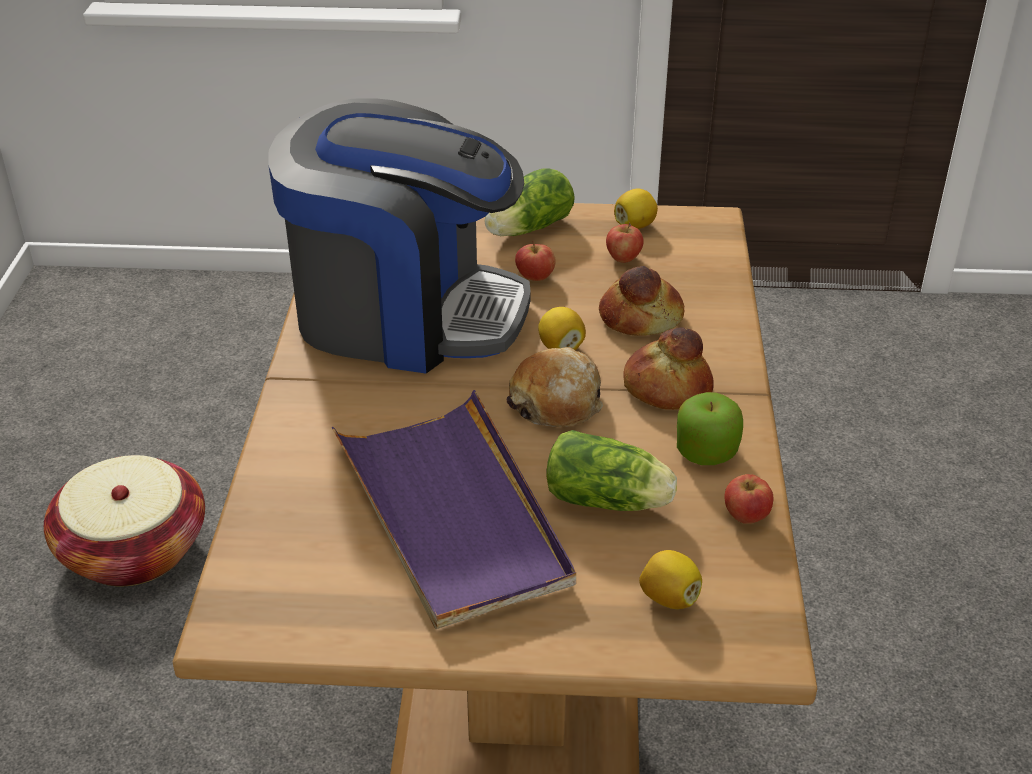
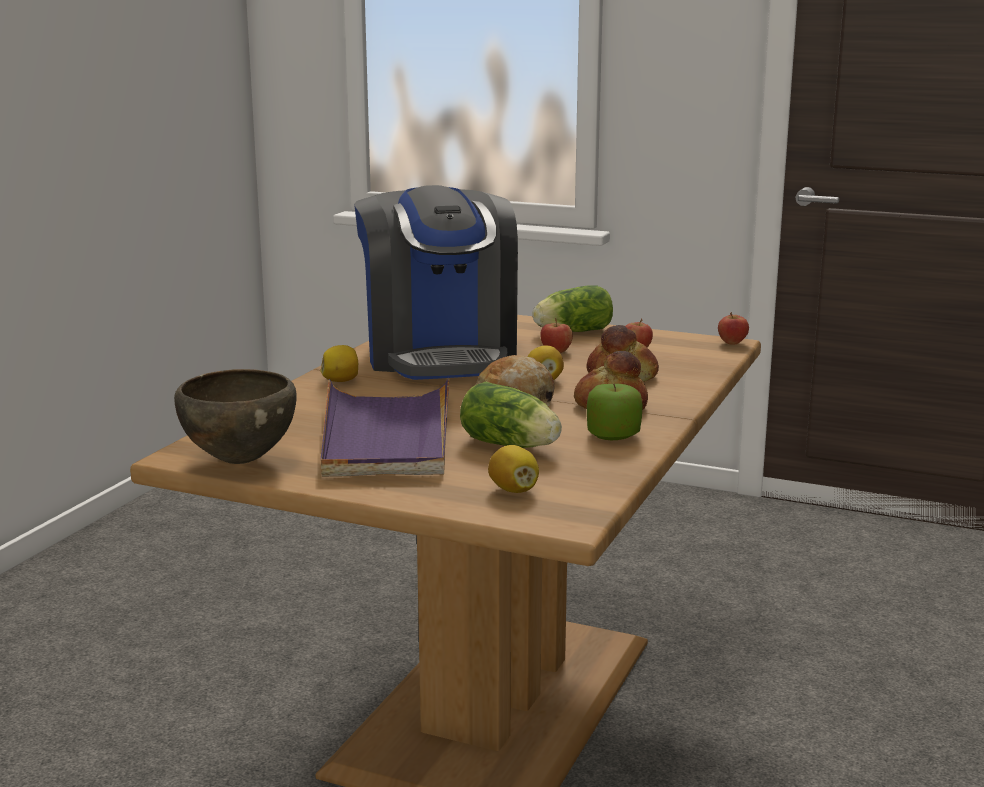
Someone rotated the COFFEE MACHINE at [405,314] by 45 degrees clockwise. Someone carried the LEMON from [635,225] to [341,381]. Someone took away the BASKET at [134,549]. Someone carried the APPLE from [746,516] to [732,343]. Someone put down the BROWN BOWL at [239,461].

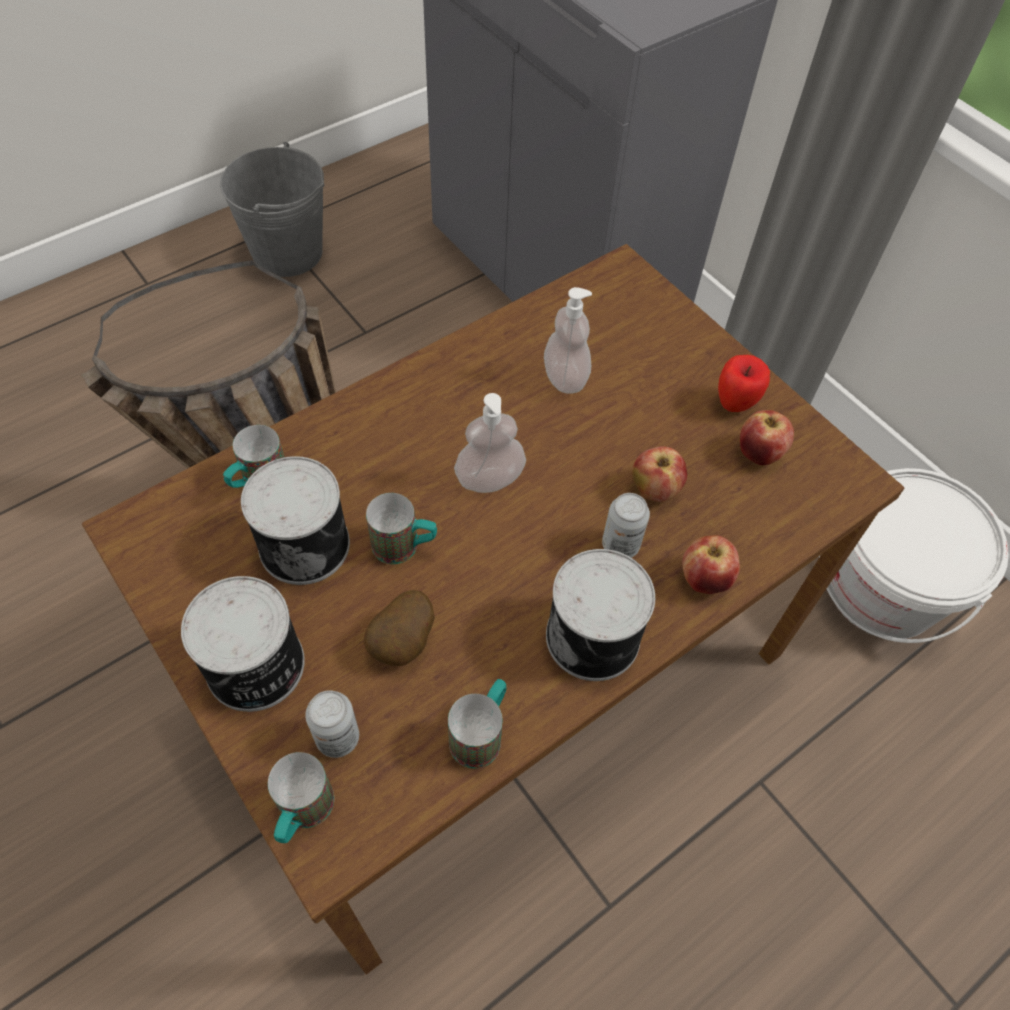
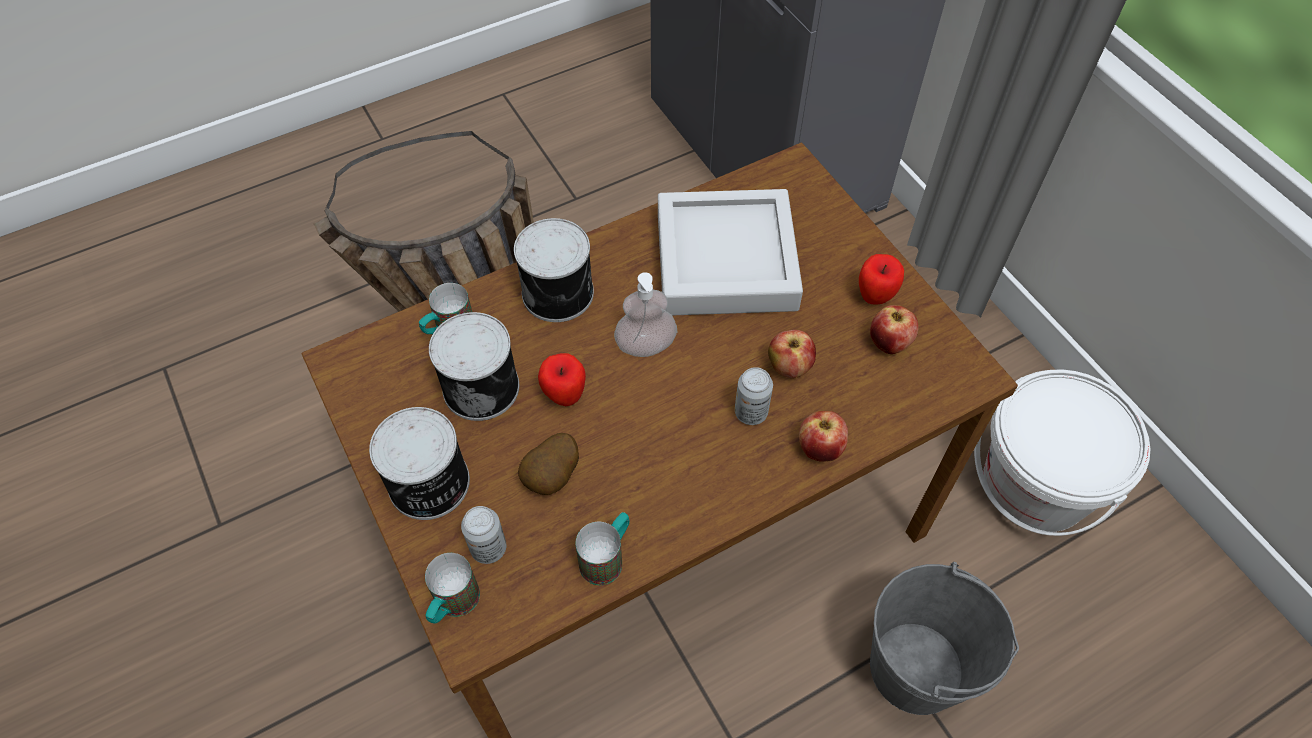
Someone carried the GREY BUCKET from [287,252] to [916,668]. Someone swapped the SOAP DISPENSER at [565,377] for the GREY TRAY at [726,261]. Someone swapped the MUG at [405,547] for the APPLE at [565,397]. Someone carried the CAN from [595,636] to [560,293].

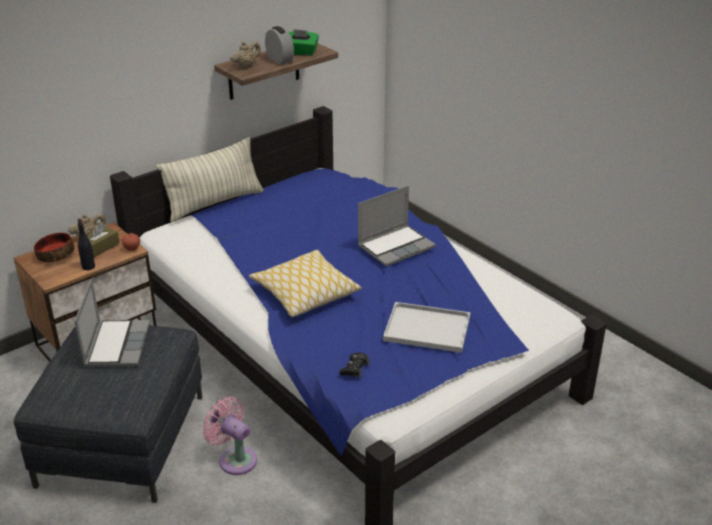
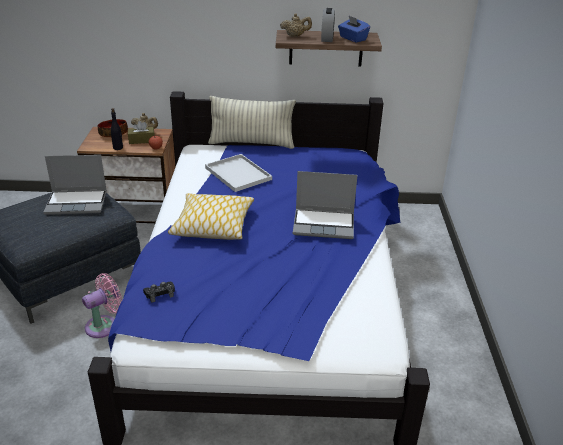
Someone repainted the GREEN TISSUE BOX at [301,52], which became the BLUE TISSUE BOX at [352,39]. Someone rotated the LAPTOP at [116,344] by 45 degrees clockwise. Someone carried the WHITE TRAY from [429,328] to [239,174]. Someone rotated the PINK FAN at [235,458] by 60 degrees clockwise.

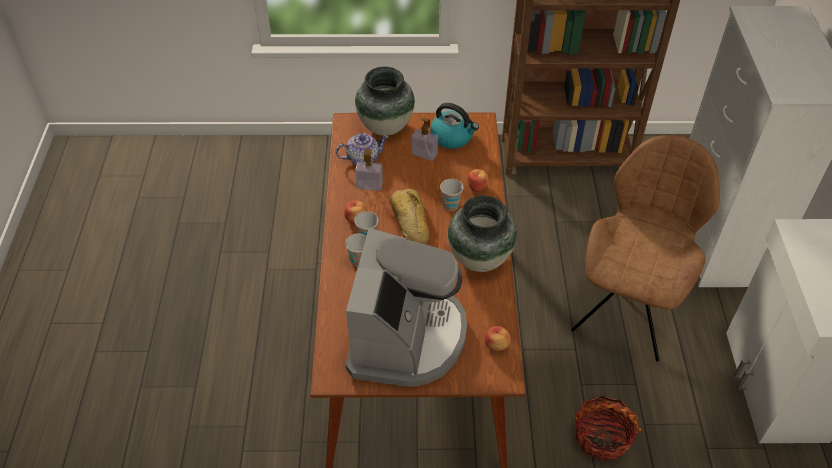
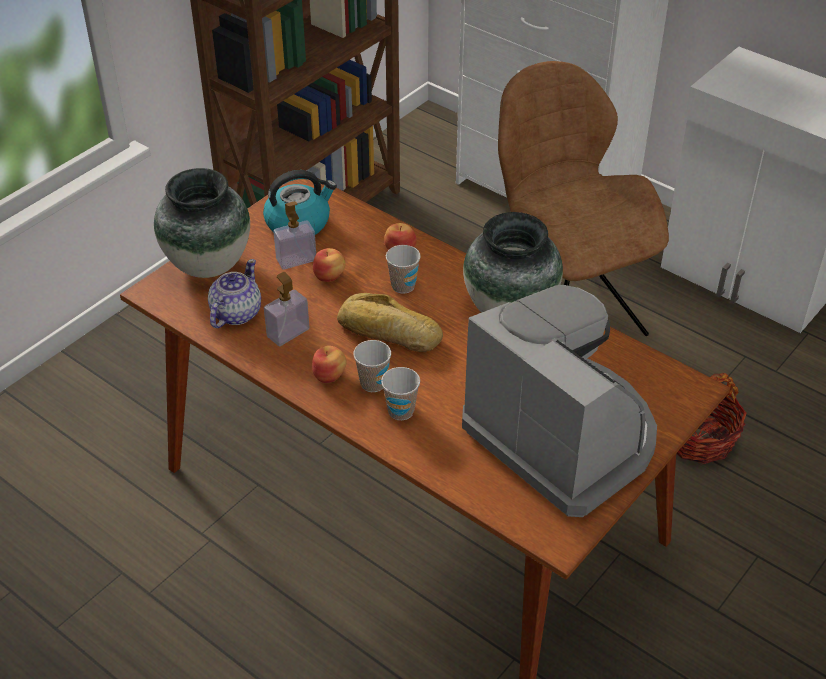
Someone carried the APPLE from [496,346] to [330,276].

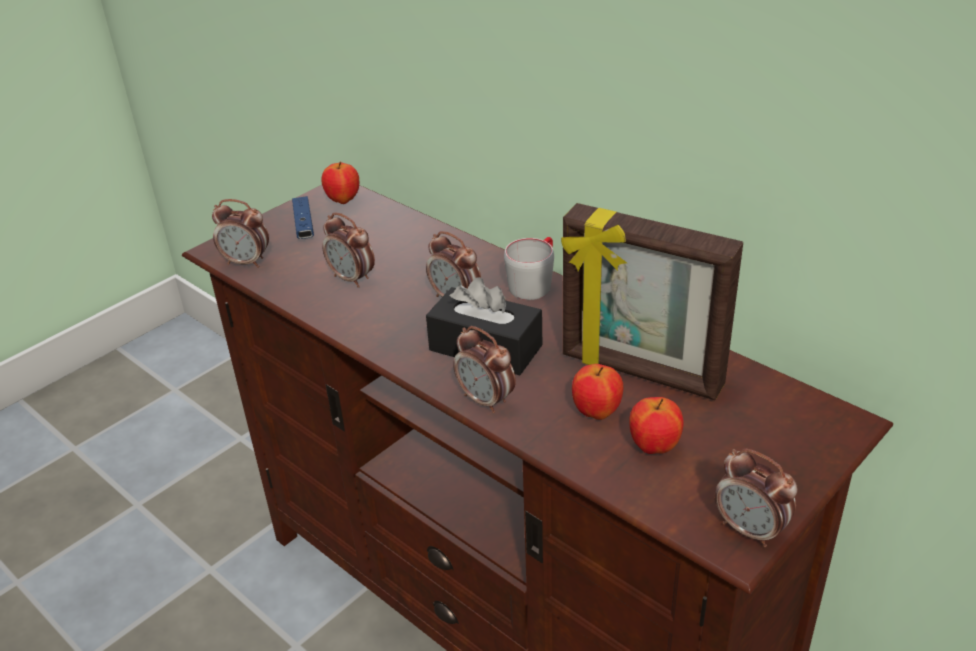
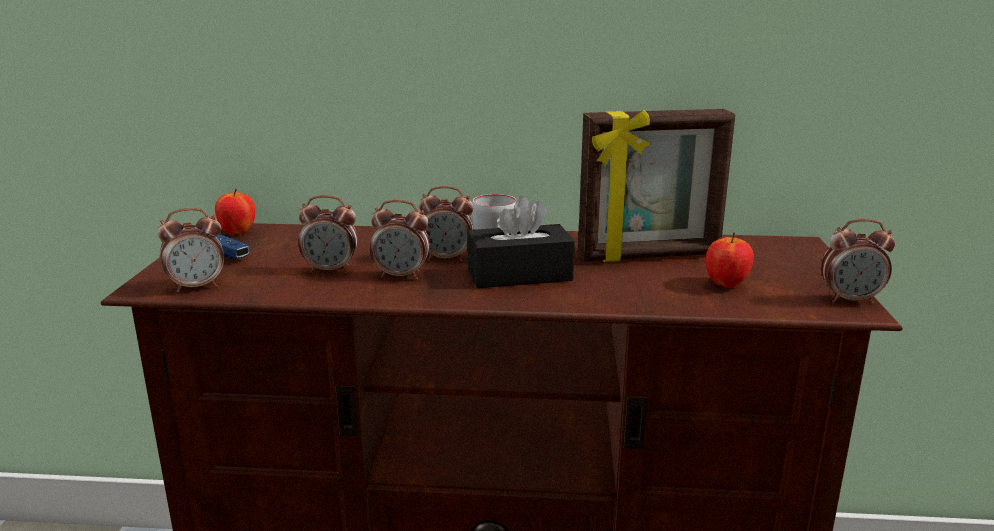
Someone carried the ALARM CLOCK from [486,400] to [401,276]. Someone took away the APPLE at [596,412].

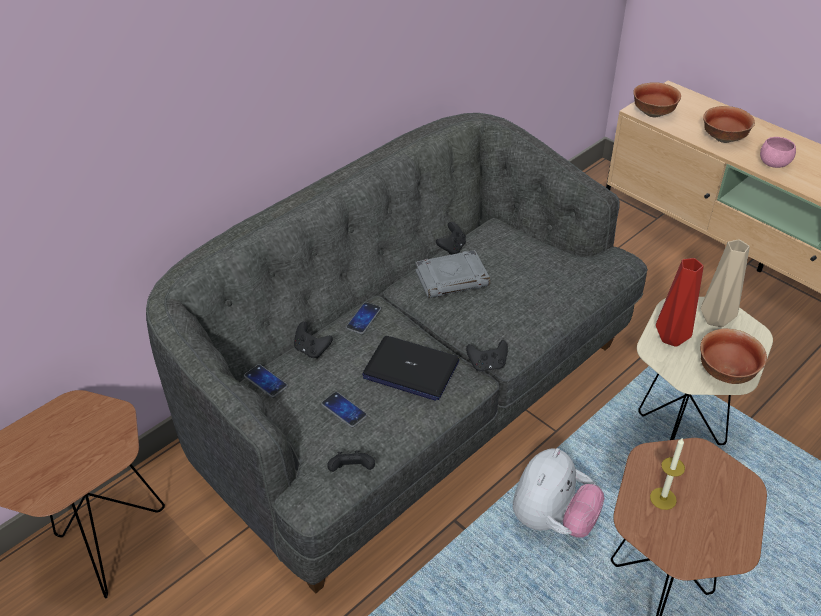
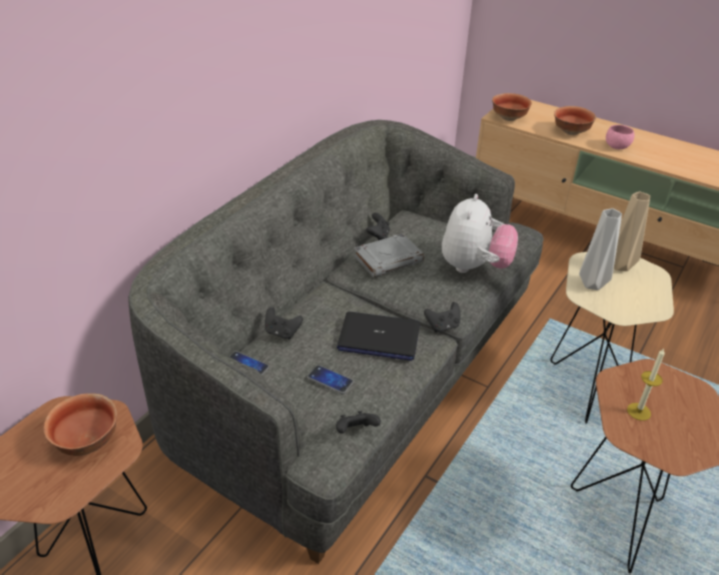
Someone repainted the RED VASE at [671,337], which became the GREY VASE at [591,283]. Someone took away the PHONE at [363,319]. Someone carried the BOWL from [727,372] to [88,441]. Someone carried the PLUSH TOY from [552,519] to [474,267].

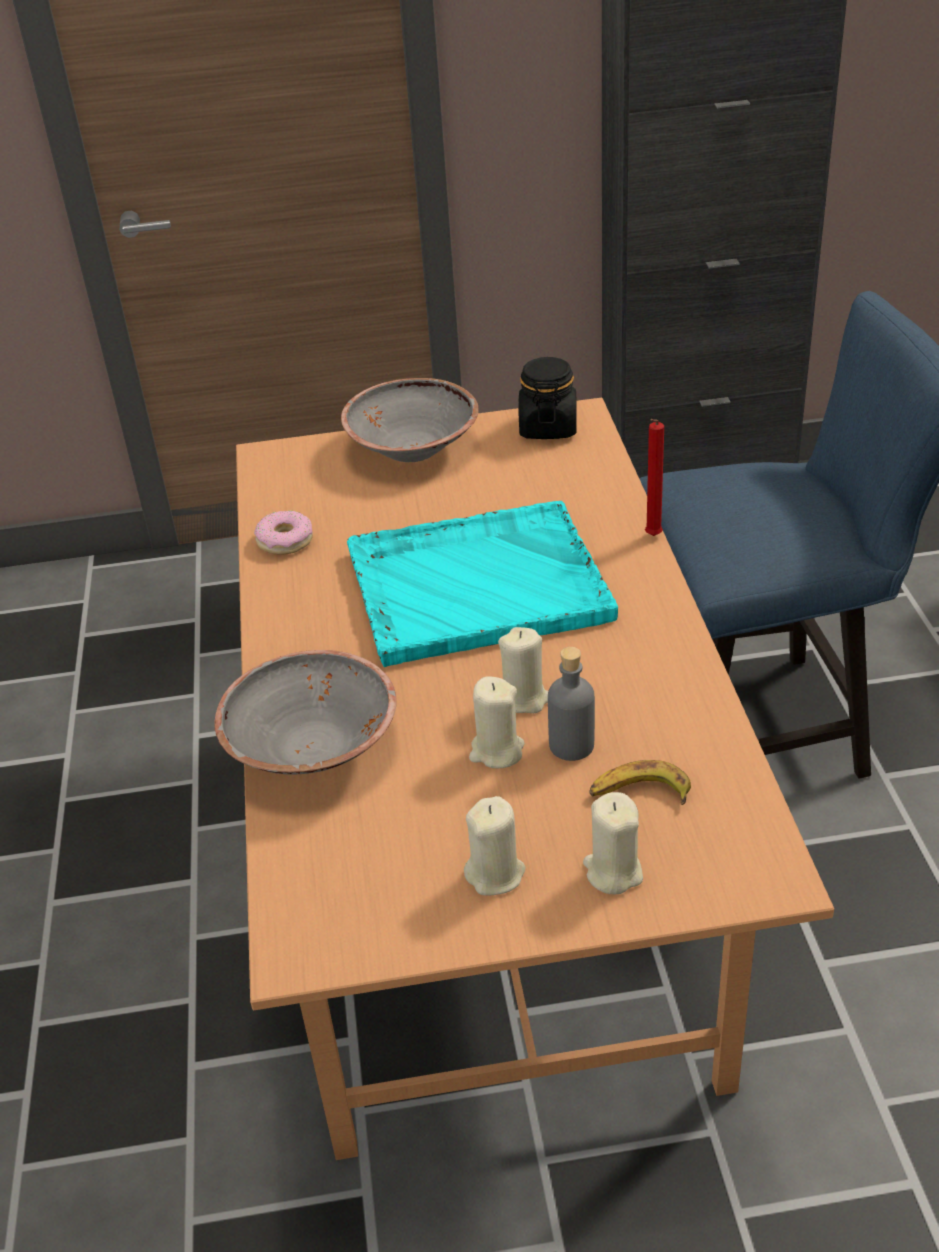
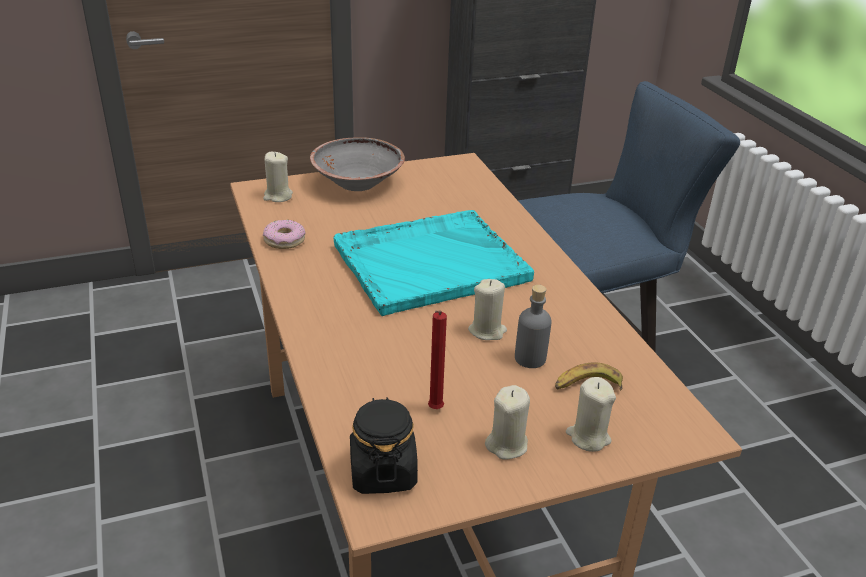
Someone carried the BLACK JAR from [548,427] to [383,472]. Someone carried the RED CANDLE from [652,537] to [434,410]. Someone took away the GREY BOWL at [313,748]. Someone carried the BEIGE CANDLE from [496,751] to [278,196].

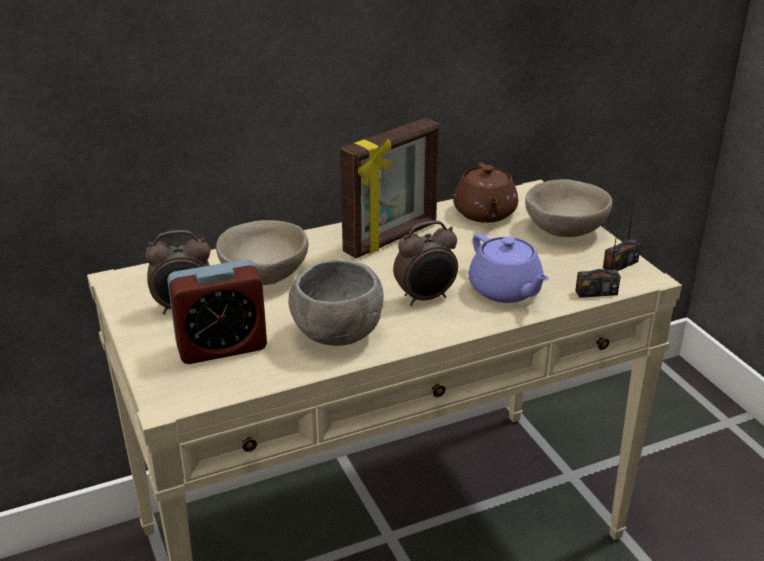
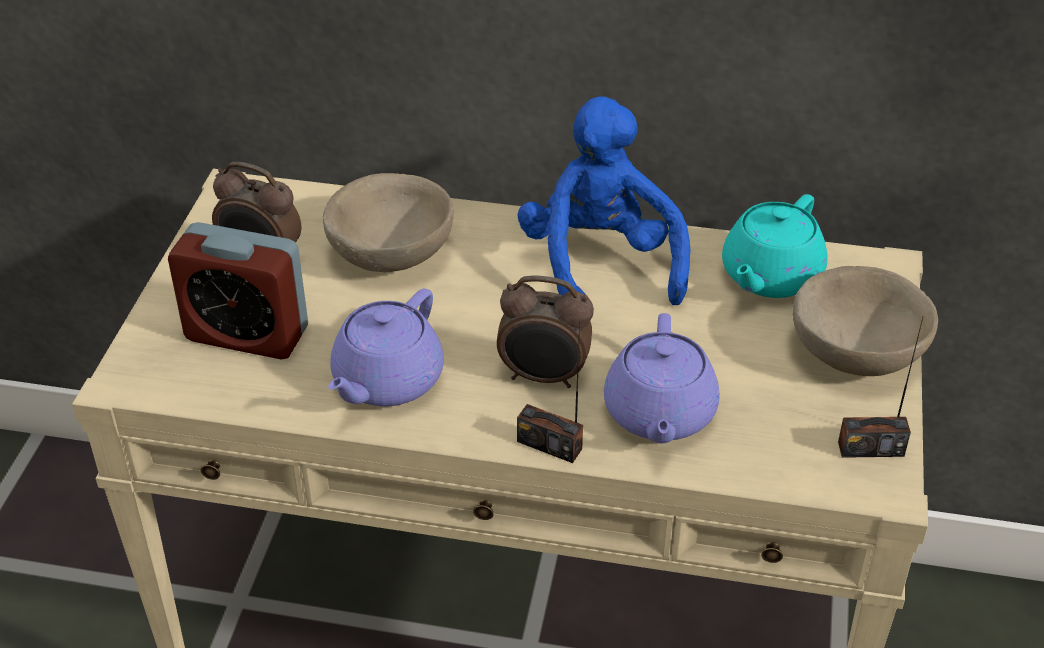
Someone swapped the PICTURE FRAME at [392,239] for the BLUE PLUSH TOY at [600,265]. Someone repainted the BROWN TEAPOT at [484,213], which became the TURQUOISE TEAPOT at [769,277]. Someone carried the RADIO from [596,292] to [549,445]. Someone swapped the GREY BOWL at [339,335] for the PURPLE TEAPOT at [386,381].

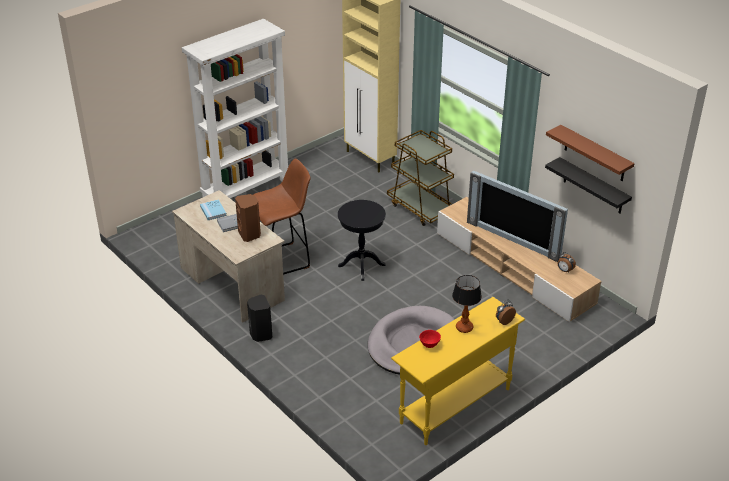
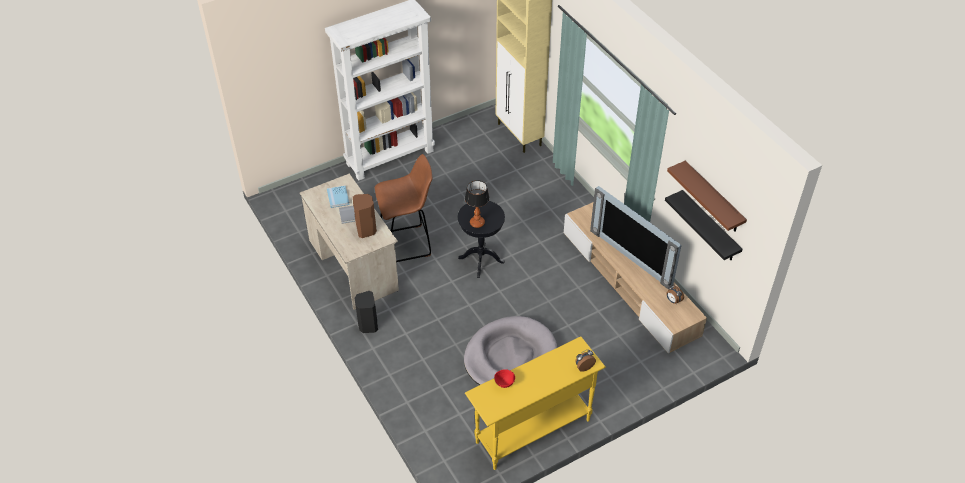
Someone took away the BROWN CART at [421,208]. Someone carried the TABLE LAMP from [464,328] to [477,223].

